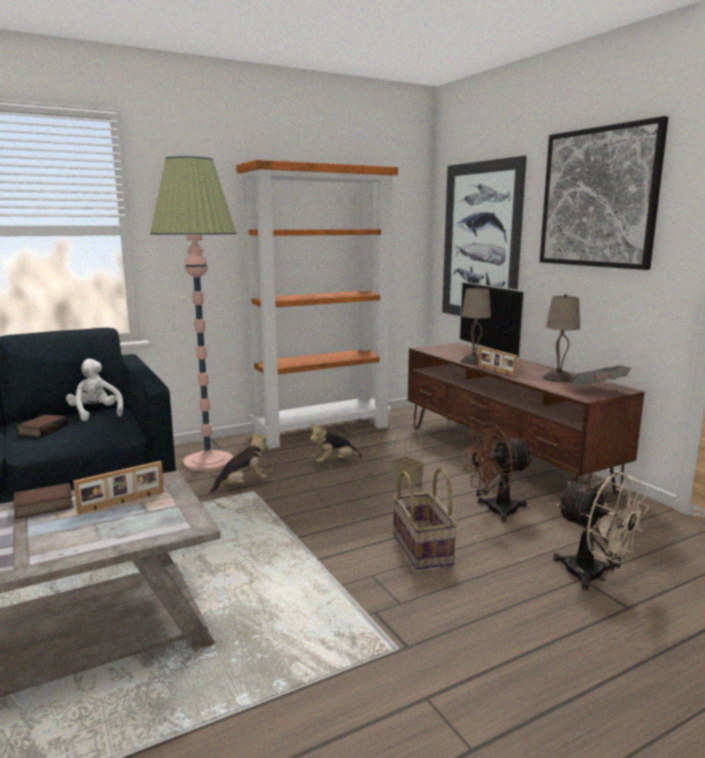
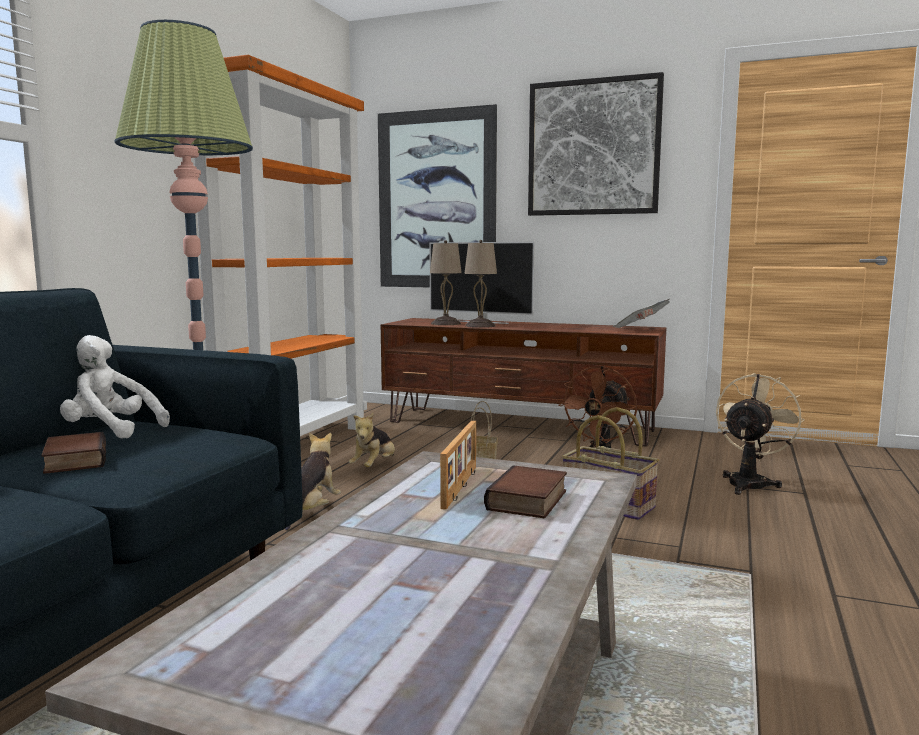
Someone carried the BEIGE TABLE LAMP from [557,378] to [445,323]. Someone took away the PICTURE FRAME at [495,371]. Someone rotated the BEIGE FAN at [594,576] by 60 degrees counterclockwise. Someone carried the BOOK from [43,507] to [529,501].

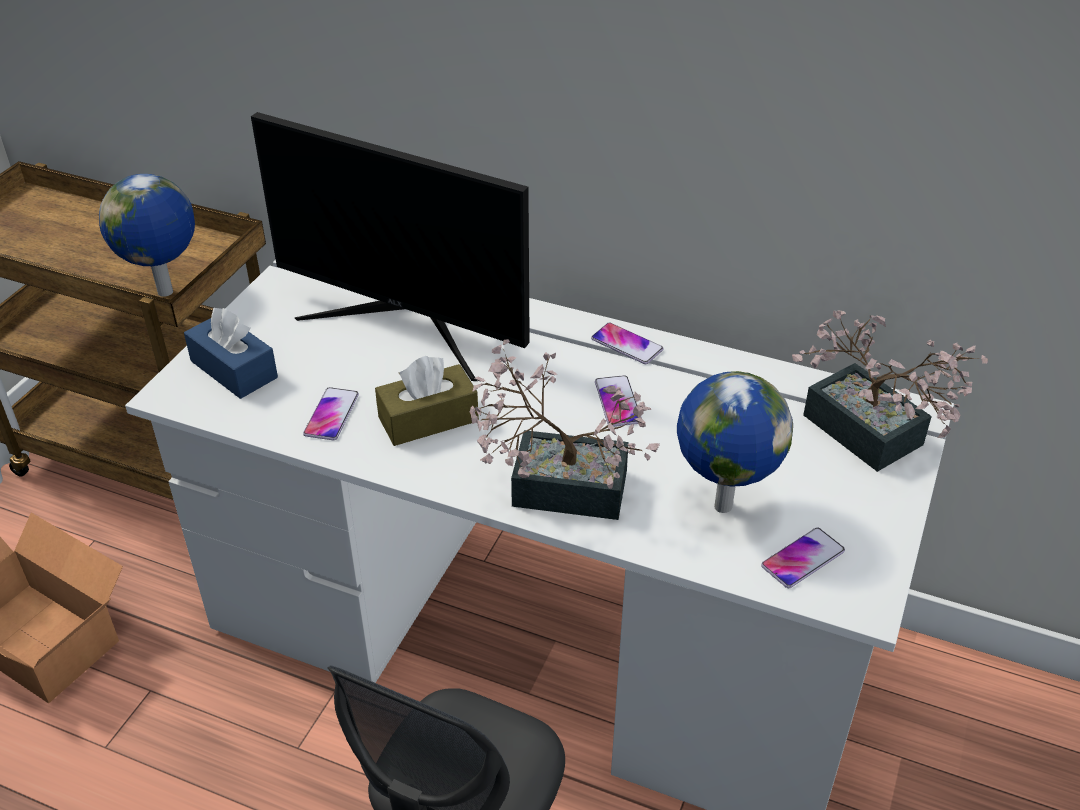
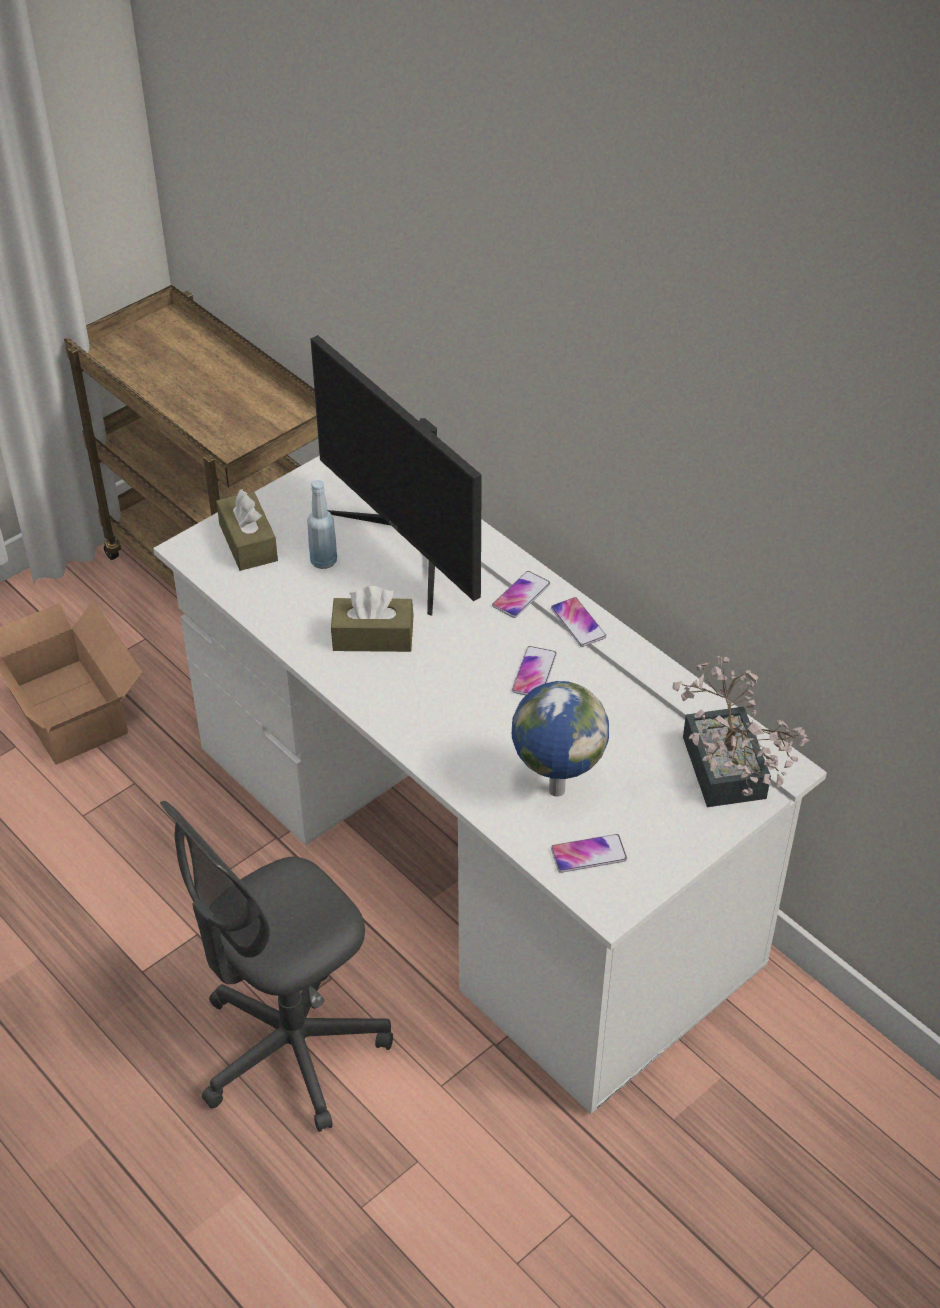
Someone took away the GLOBE at [167,293]. Someone repainted the BLUE TISSUE BOX at [234,369], which became the BROWN TISSUE BOX at [248,542]. Someone took away the POTTED PLANT at [555,485]. Someone carried the PHONE from [331,415] to [521,595]. Someone put down the BLUE BOTTLE at [323,561].

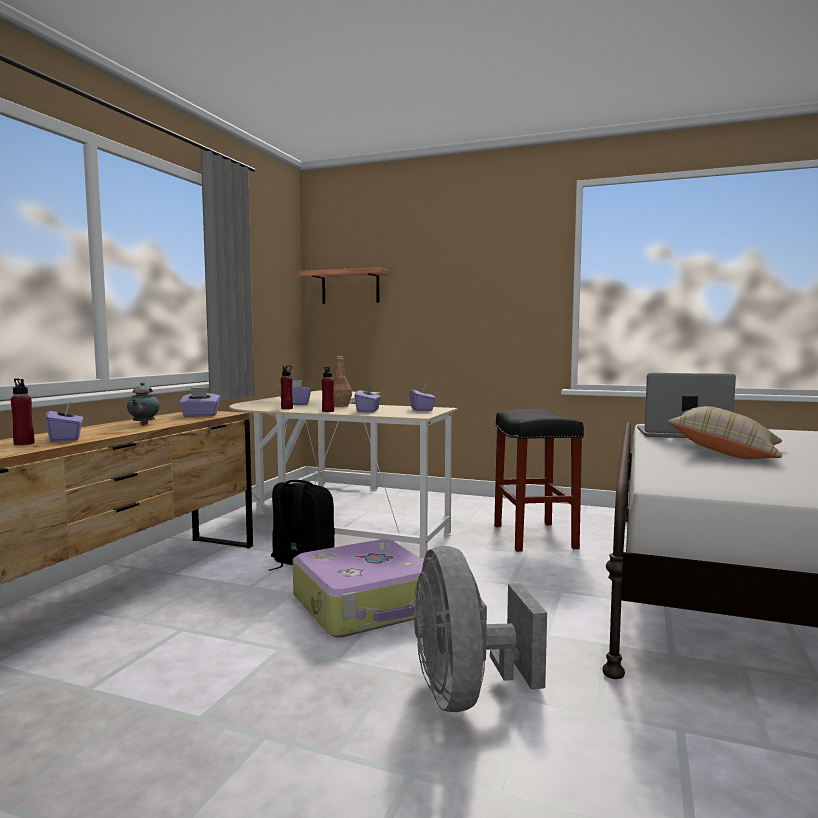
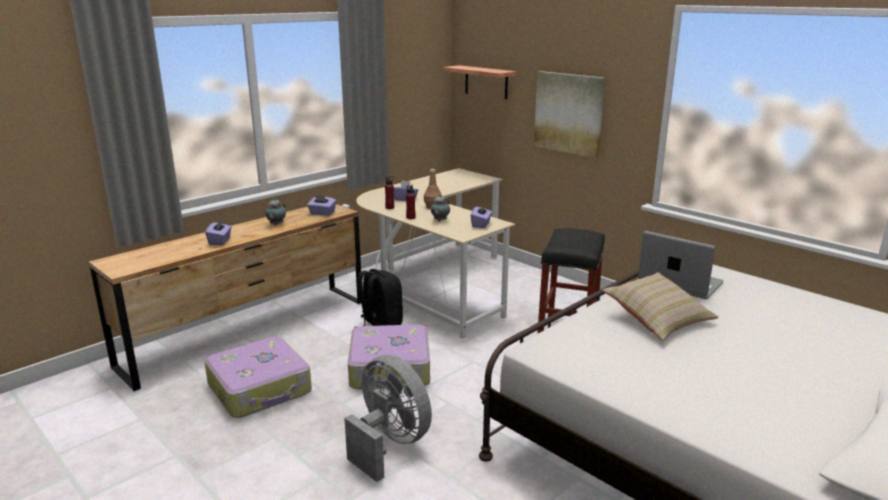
Someone took away the RED BOTTLE at [24,443]. Someone swapped the PURPLE TISSUE BOX at [368,411] for the TEAPOT at [439,221]. Someone rotated the GREY FAN at [465,693] by 120 degrees clockwise. Someone put up the PICTURE at [568,113]. Someone put down the SUITCASE at [260,388].

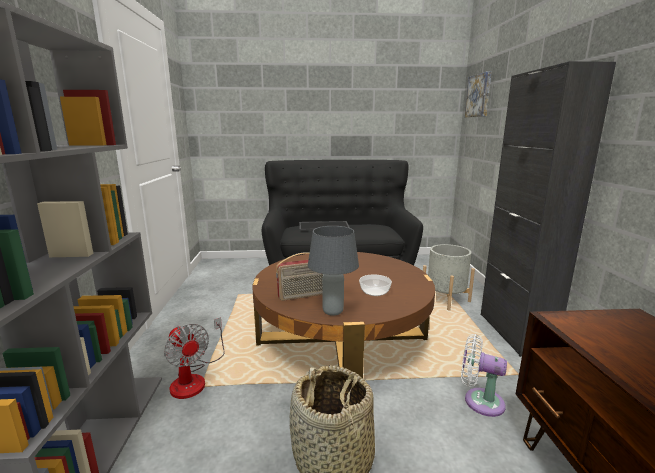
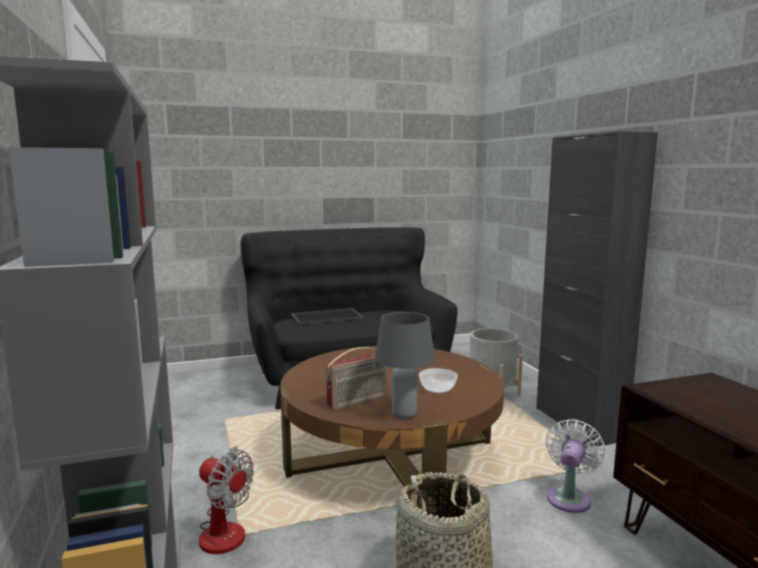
Someone took away the PICTURE at [479,96]. Someone rotated the WHITE FAN at [479,401] by 105 degrees clockwise.

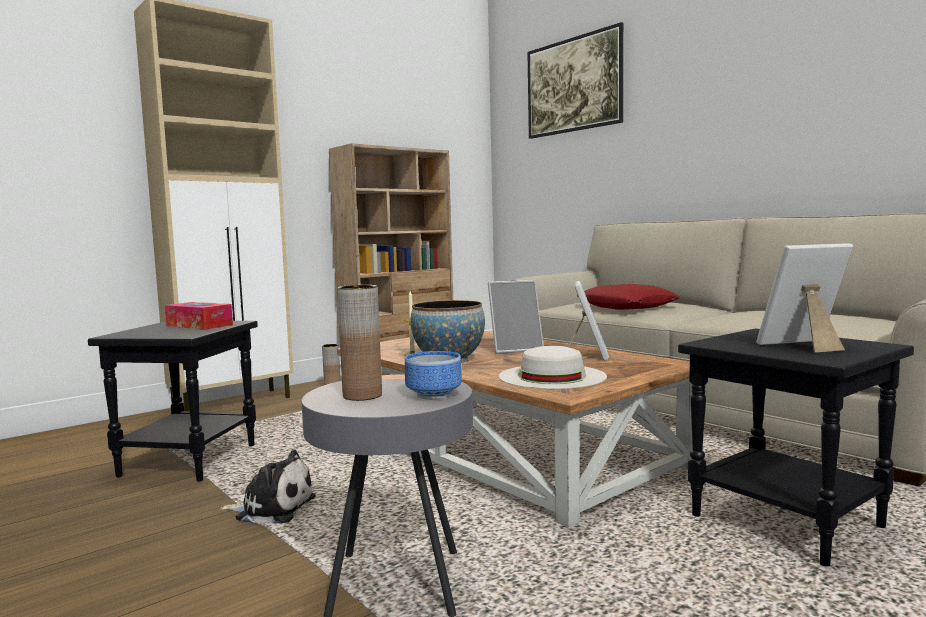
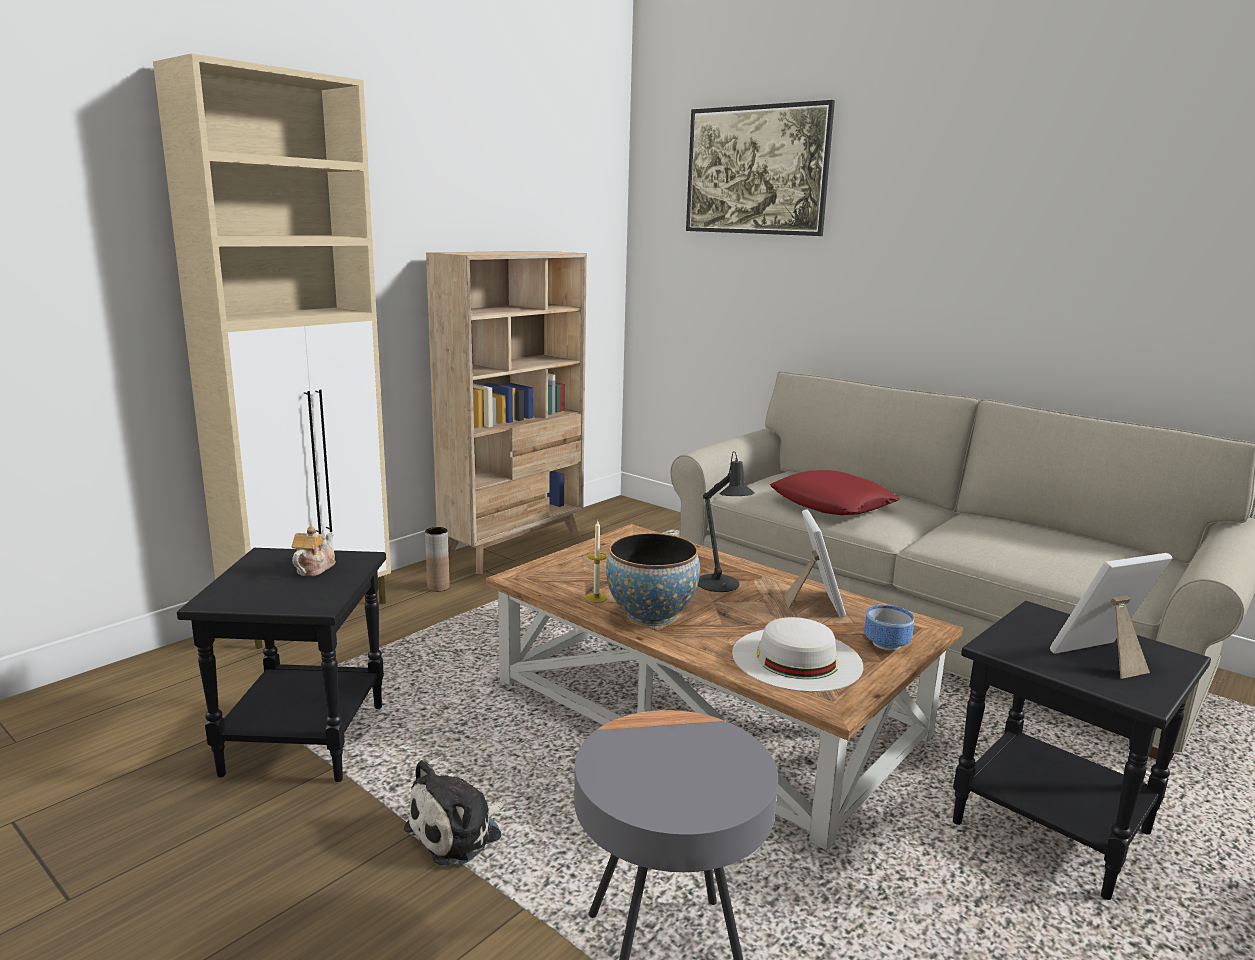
Someone swapped the PICTURE FRAME at [515,349] for the BLACK TABLE LAMP at [720,585]. Someone took away the BROWN VASE at [362,396]. Someone swapped the TISSUE BOX at [199,325] for the TEAPOT at [314,568]. Someone carried the BOWL from [436,394] to [888,643]. Someone rotated the PLUSH TOY at [272,508] by 135 degrees clockwise.

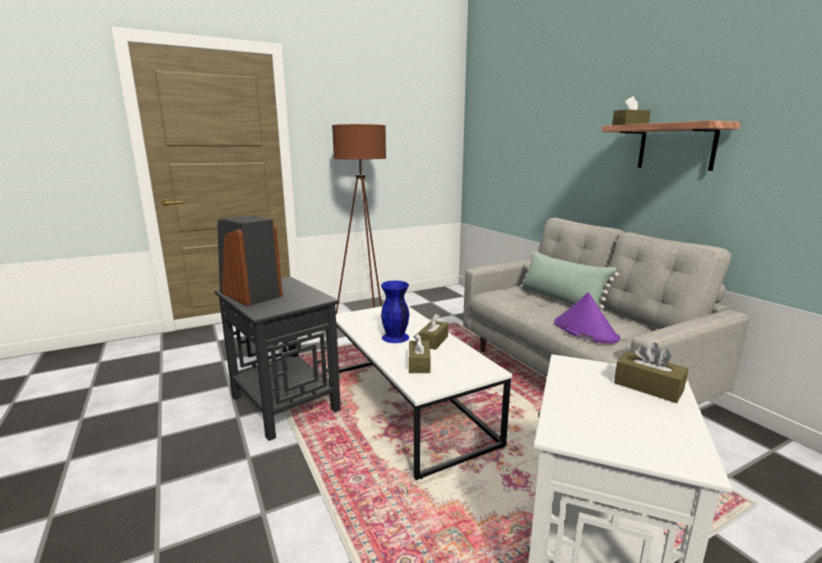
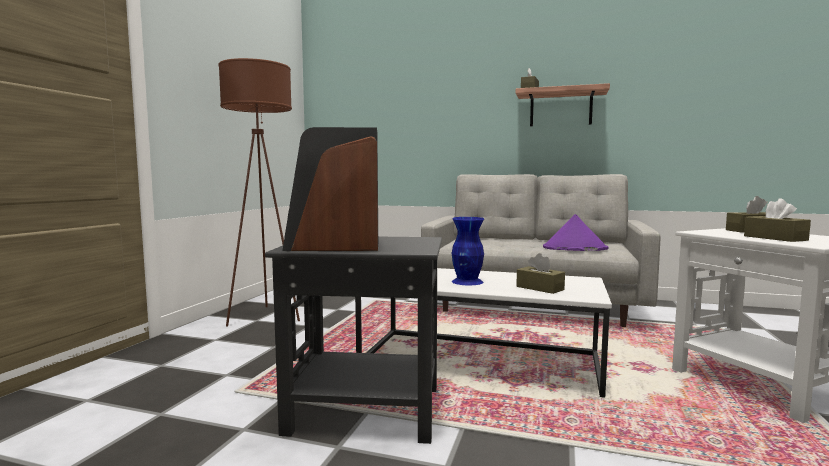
Someone took away the GREEN PILLOW at [561,300]. Someone carried the BROWN TISSUE BOX from [433,341] to [775,238].

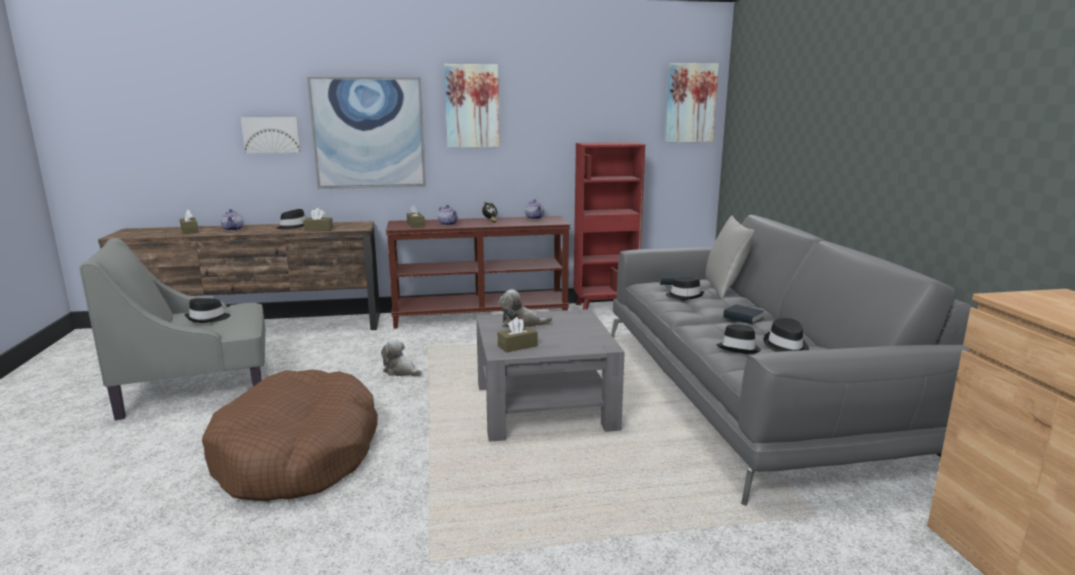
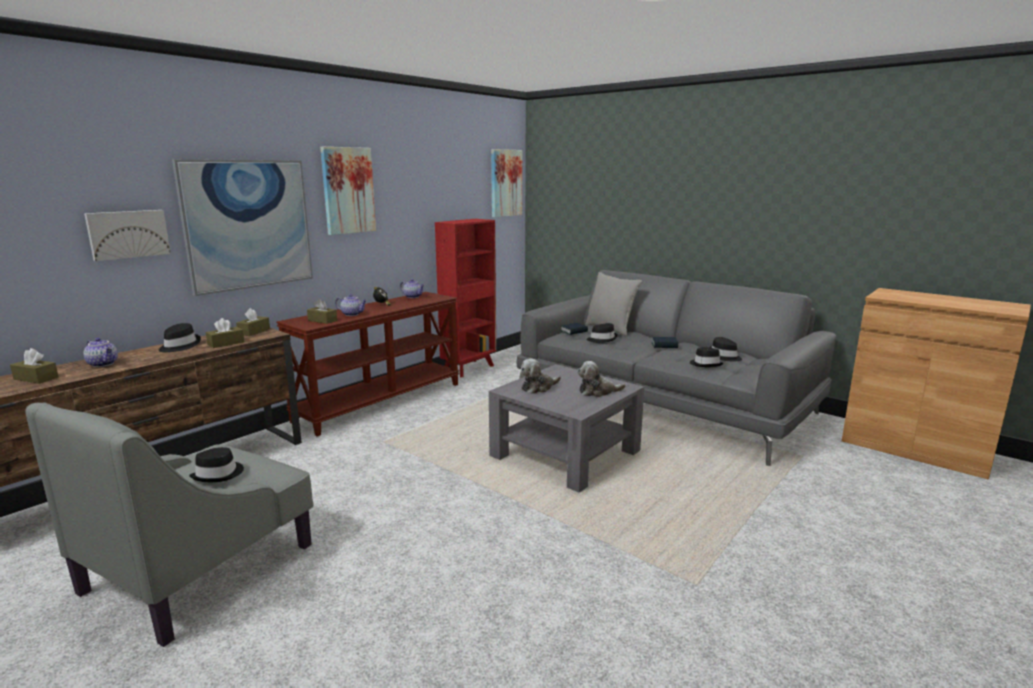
Someone carried the BROWN TISSUE BOX from [517,346] to [254,332]. Someone carried the PLUSH TOY from [401,371] to [597,392]. Someone took away the BROWN DOG BED at [298,455].

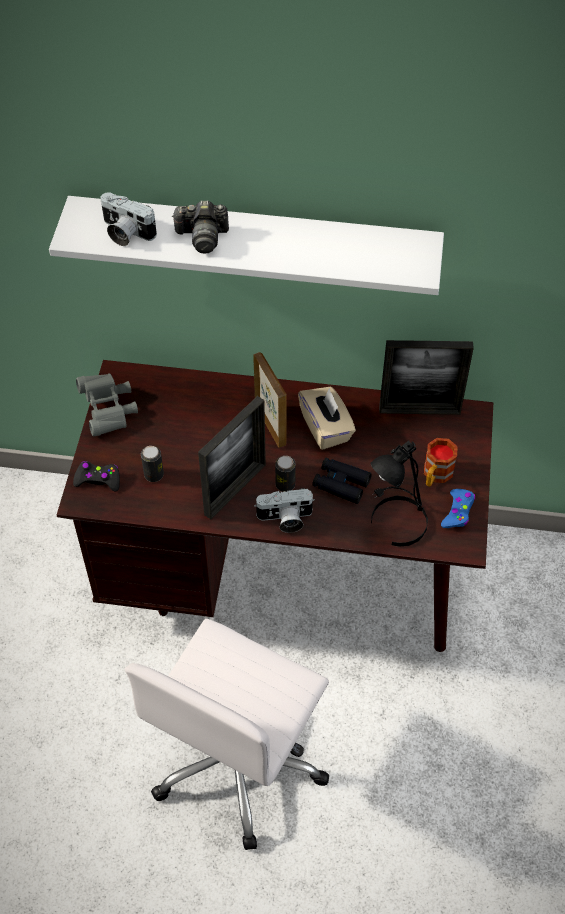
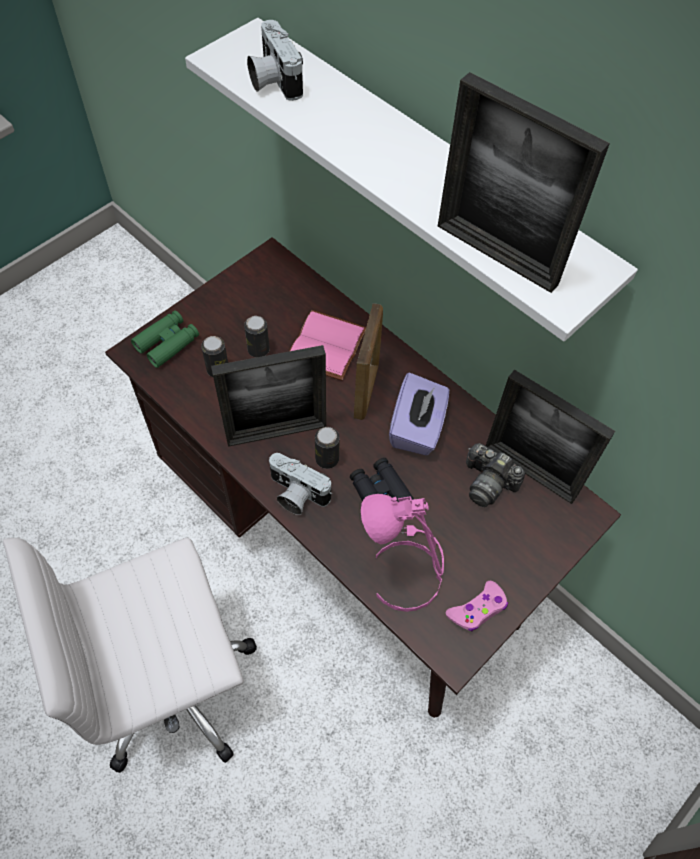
Someone carried the PHOTO CAMERA from [202,237] to [488,482]. Someone took away the GREY BINOCULARS at [109,411]. Someone repainted the BEIGE TISSUE BOX at [326,428], which became the PURPLE TISSUE BOX at [417,428]. Someone took away the MUG at [435,475]. Someone repainted the BLACK TABLE LAMP at [395,519], which became the PINK TABLE LAMP at [404,571]. Someone swapped the BLACK GAME CONTROLLER at [98,479] for the GREEN BINOCULARS at [167,343]. Someone repainted the BLUE GAME CONTROLLER at [458,512], which became the PINK GAME CONTROLLER at [477,610]. Someone put down the PICTURE FRAME at [496,254]. Someone put down the PINK BOOK at [328,348]. Someone put down the CAN at [258,350].

